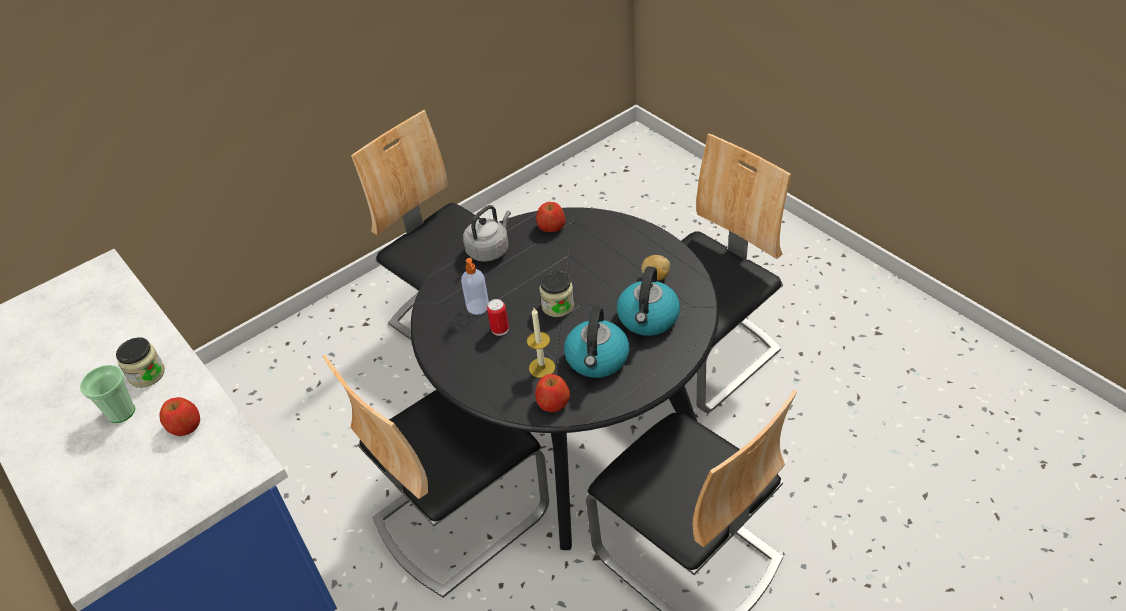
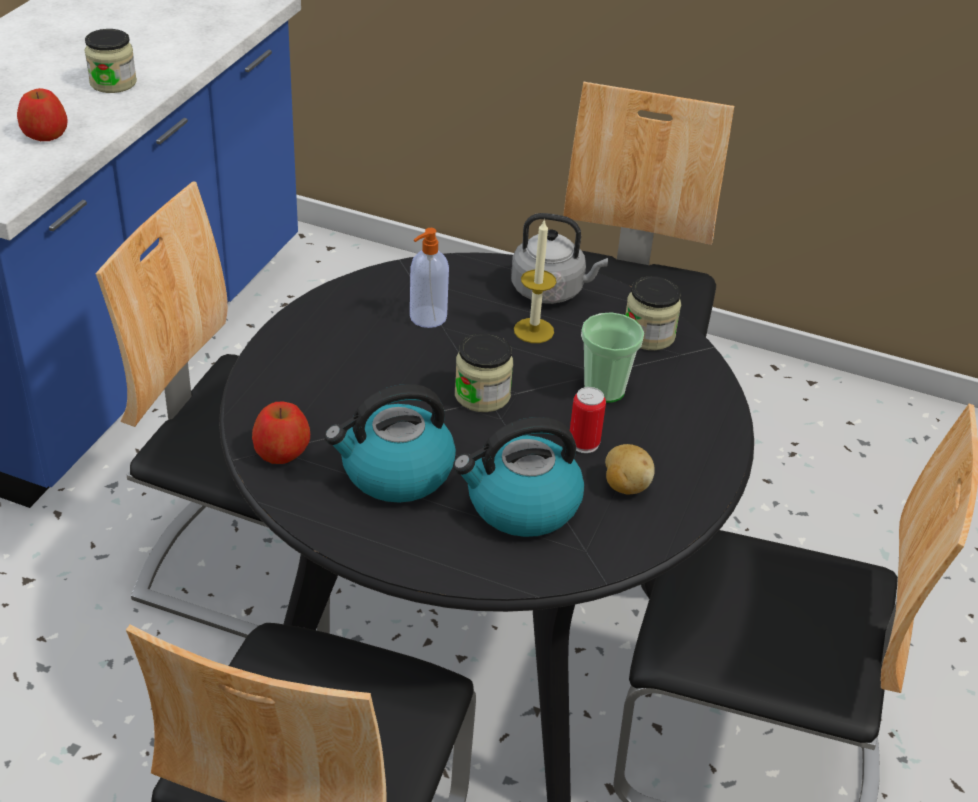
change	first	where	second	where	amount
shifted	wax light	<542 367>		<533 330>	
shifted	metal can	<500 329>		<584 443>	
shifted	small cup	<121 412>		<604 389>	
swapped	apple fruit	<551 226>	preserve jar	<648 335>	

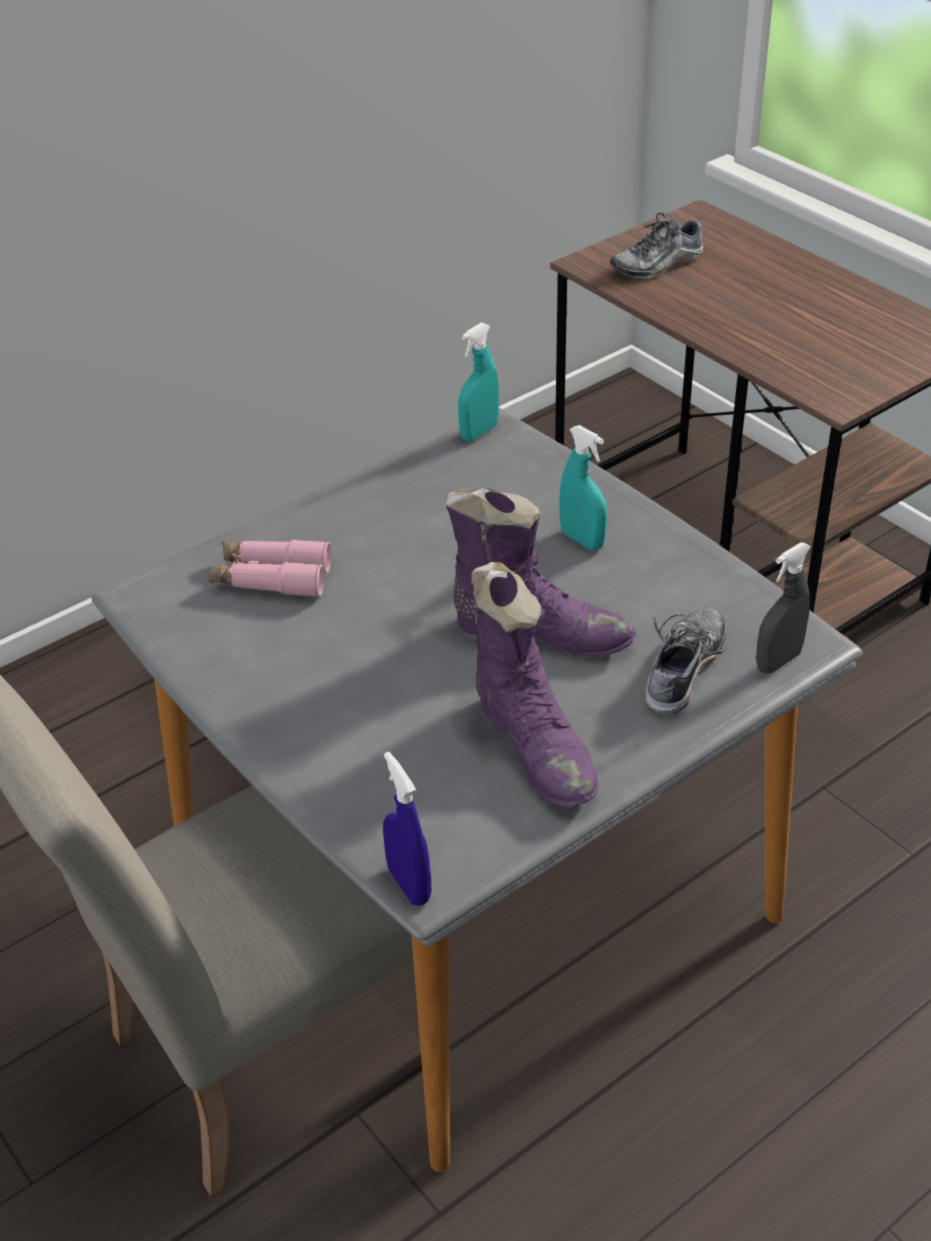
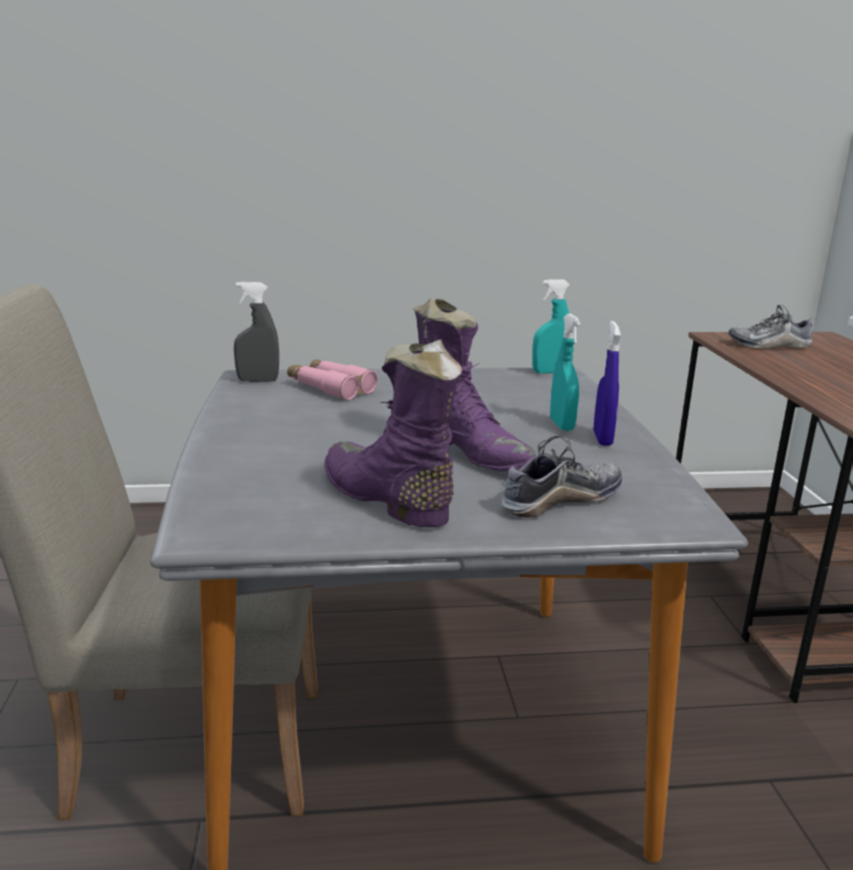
change	first	where	second	where	amount
shifted	gray sprayer	<778 661>		<258 380>	
rotated	purplish high-top boot	<535 746>		<385 499>	135 degrees clockwise
shifted	bluish sprayer	<409 885>		<602 439>	

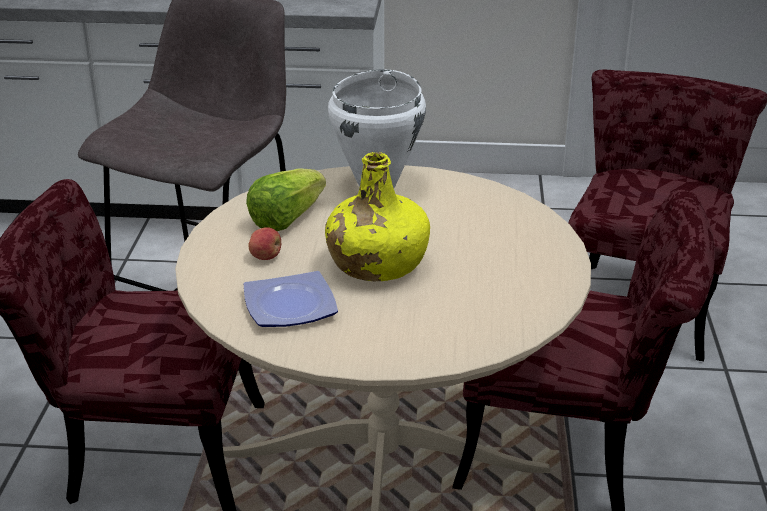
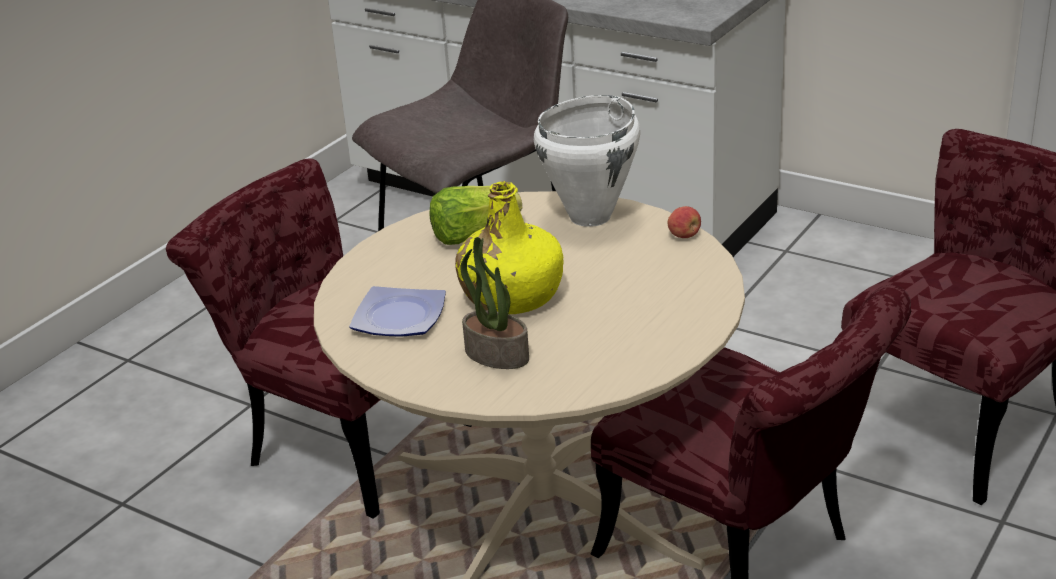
change	first	where	second	where	amount
new			plant in a pot	<495 355>	
shifted	apple fruit	<266 257>		<684 235>	

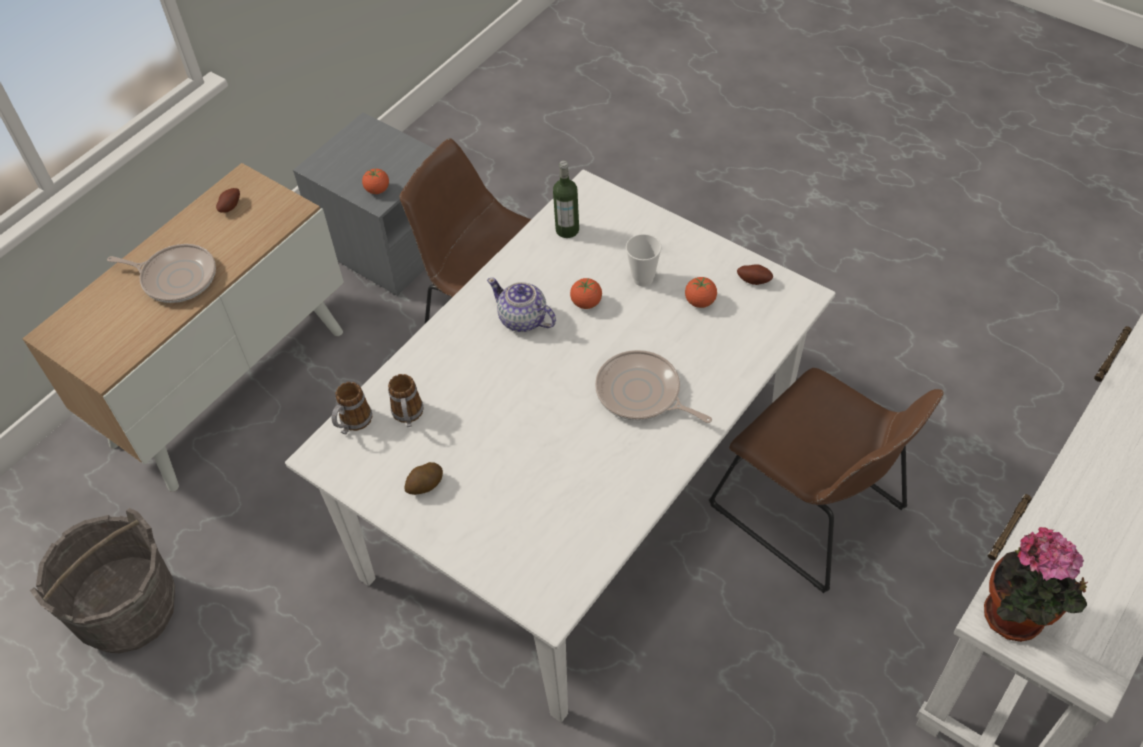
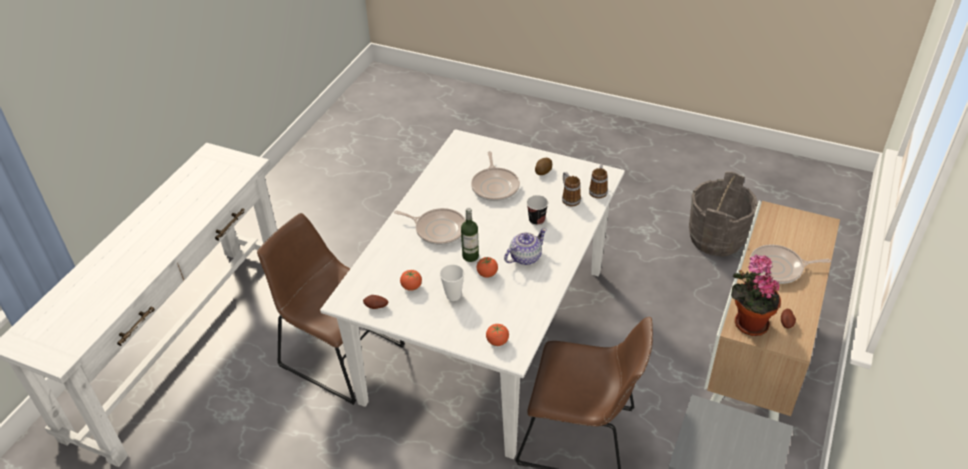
change	first	where	second	where	amount
shifted	beverage bottle	<567 230>		<470 256>	
new			frying pan	<495 186>	
shifted	tomato	<377 190>		<497 341>	
rotated	teapot	<523 319>		<524 257>	60 degrees counterclockwise
new			small cup	<537 220>	
shifted	plant in a pot	<1017 620>		<748 322>	

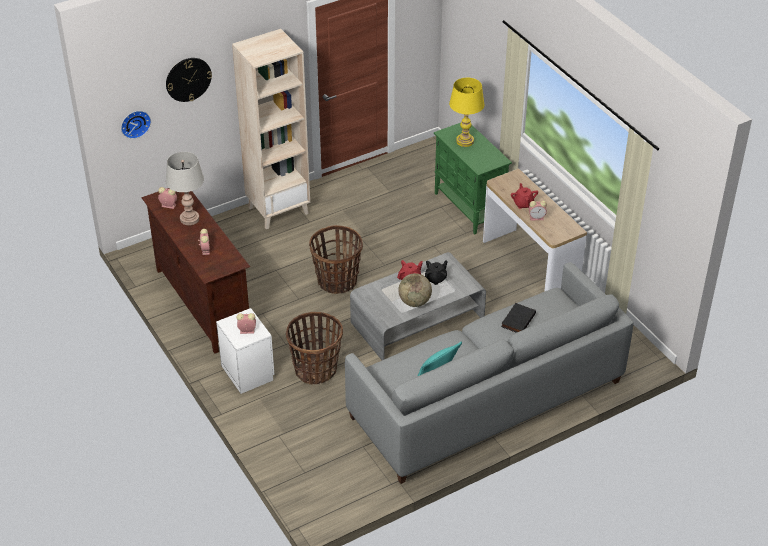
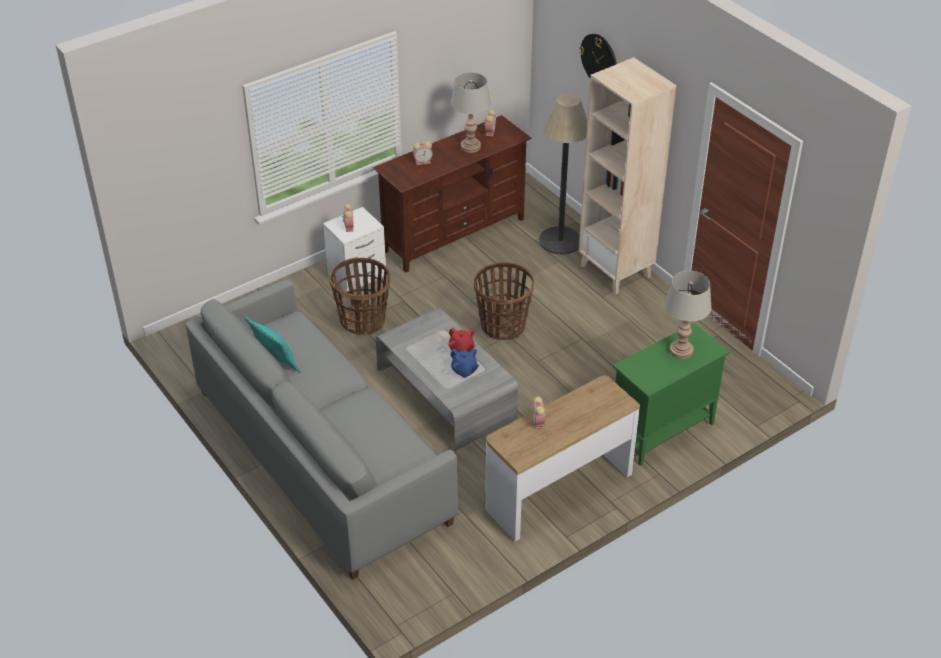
change	first	where	second	where	amount
repainted	black-coloured teapot	<436 279>	bluish teapot	<464 371>	
new			standard lamp	<560 241>	
repainted	yellowish table lamp	<465 141>	gray table lamp	<681 351>	
gone	wall clock	<135 123>			
gone	globe	<415 302>			
gone	black-coloured bound book	<517 320>			
gone	red teapot	<523 204>			

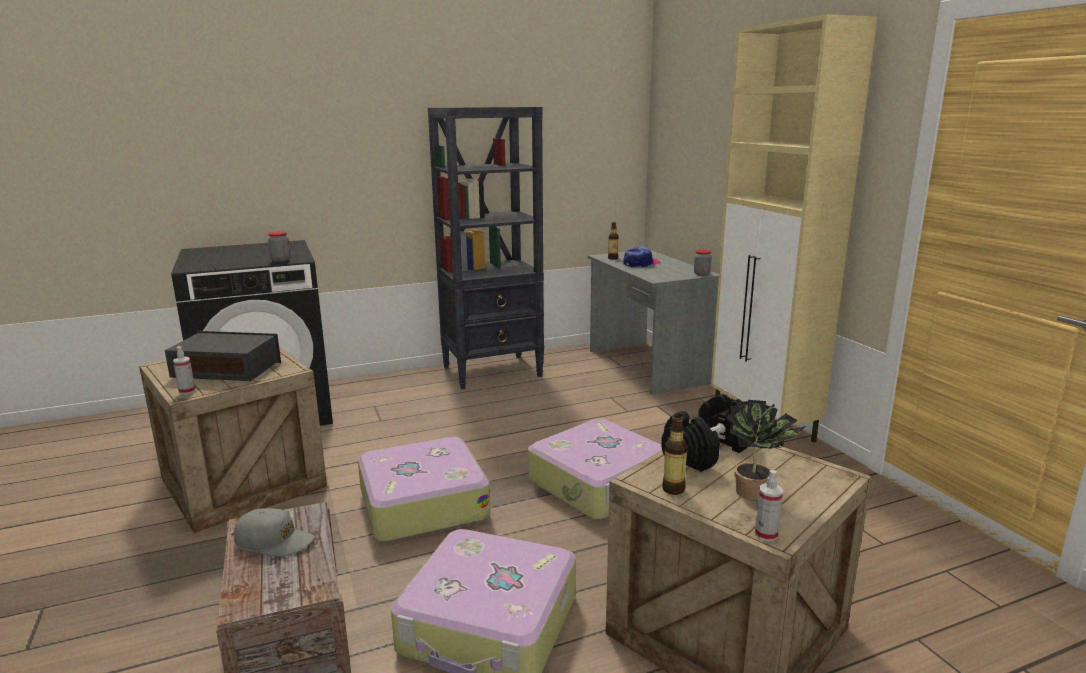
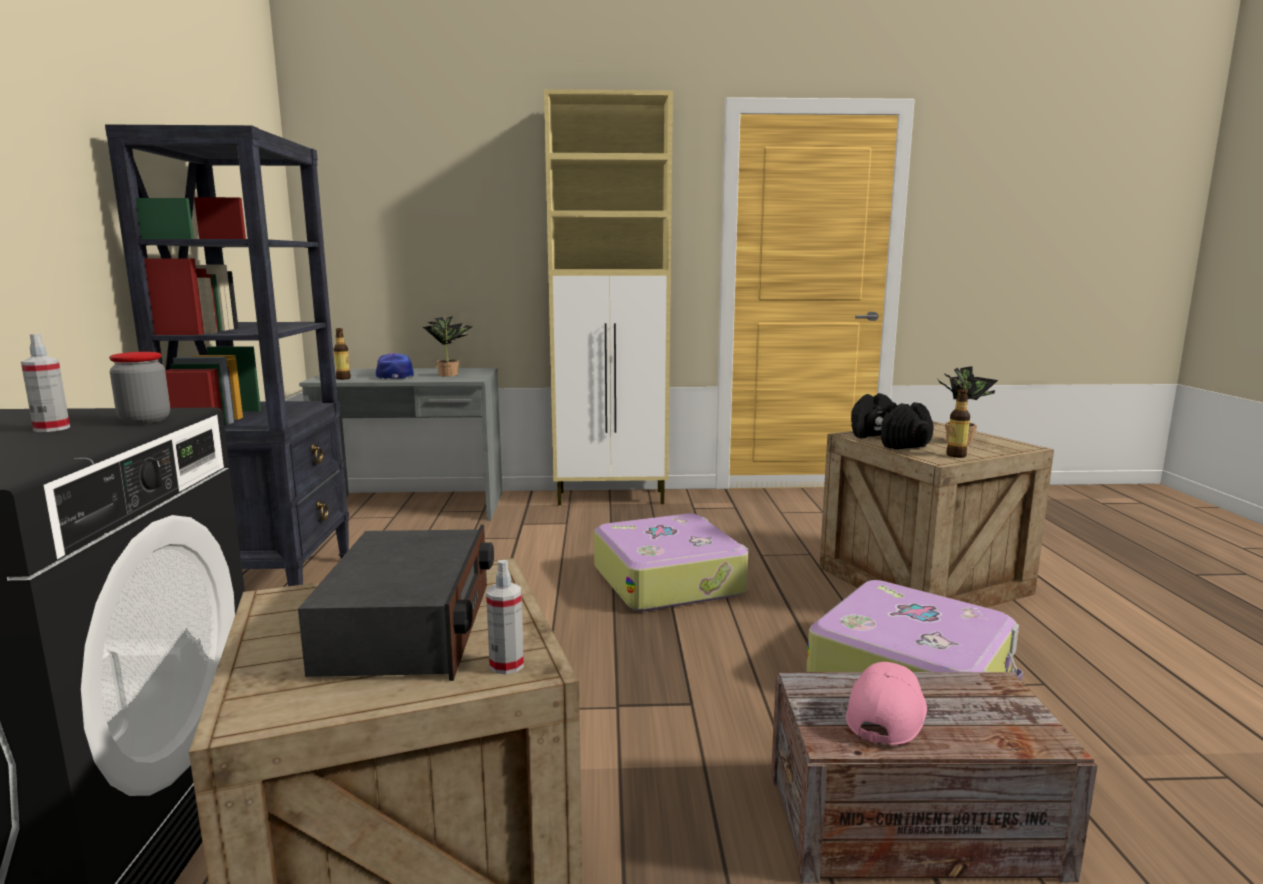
change	first	where	second	where	amount
shifted	sprayer	<766 535>		<52 429>	
rotated	radio receiver	<227 370>		<410 628>	150 degrees clockwise
new			plant in a pot	<451 374>	
repainted	gray peaked cap	<274 541>	pink-coloured peaked cap	<887 714>	
gone	suitcase	<422 503>			
gone	preserve jar	<701 274>			

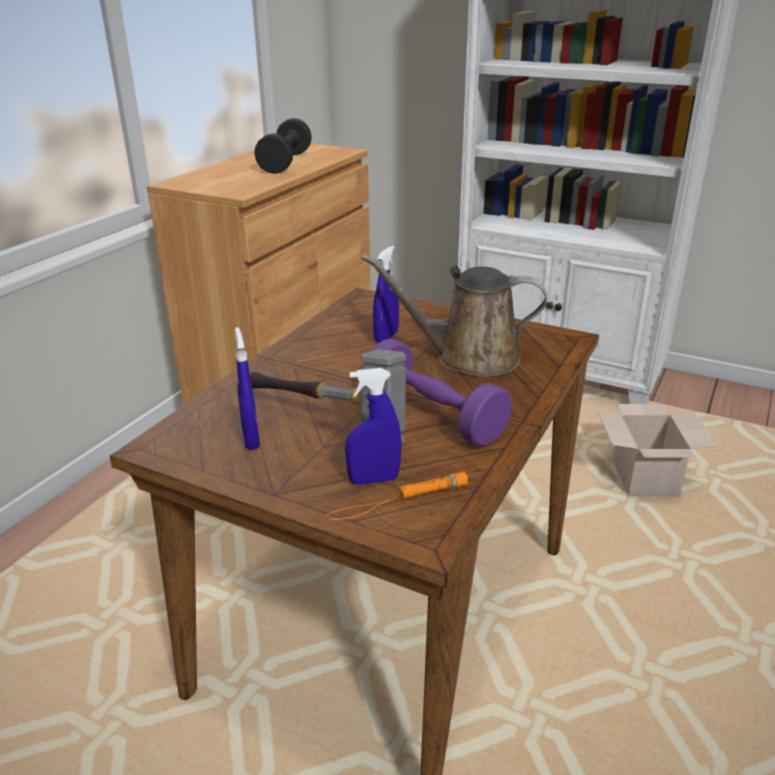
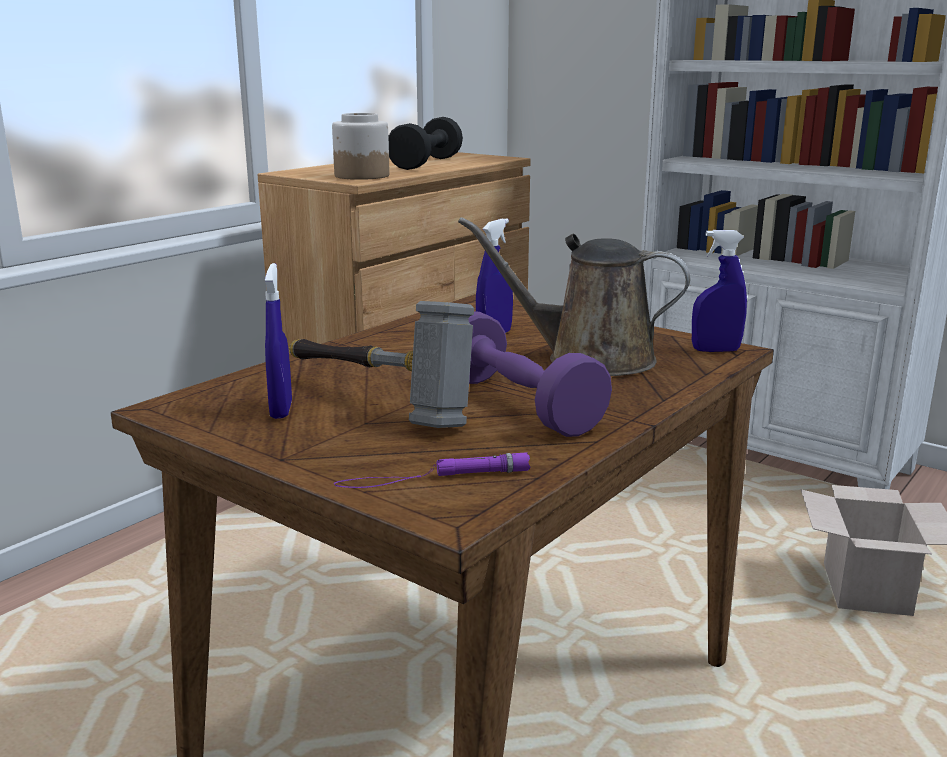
change	first	where	second	where	amount
new			preserve jar	<361 176>	
repainted	orange-coloured flashlight	<398 500>	purplish flashlight	<432 477>	
shifted	bluish sprayer	<374 480>		<715 350>	

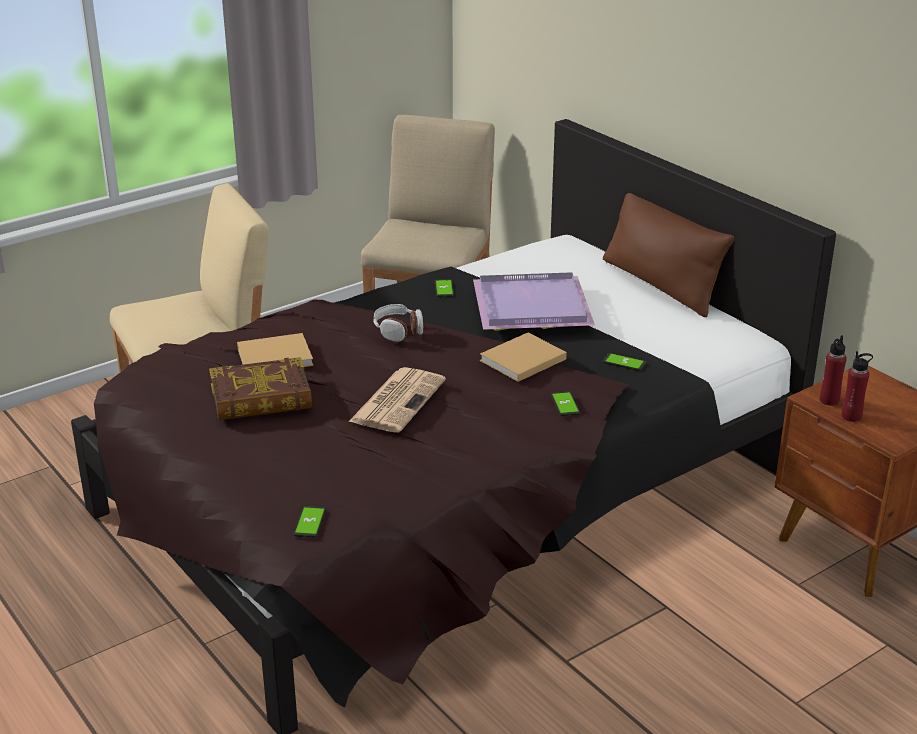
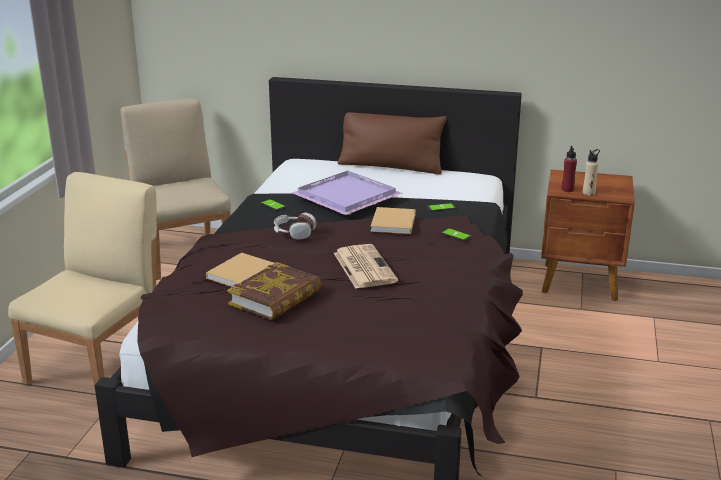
change	first	where	second	where	amount
repainted	red beverage bottle	<851 416>	sand-coloured beverage bottle	<588 193>	
gone	telephone	<310 522>			

